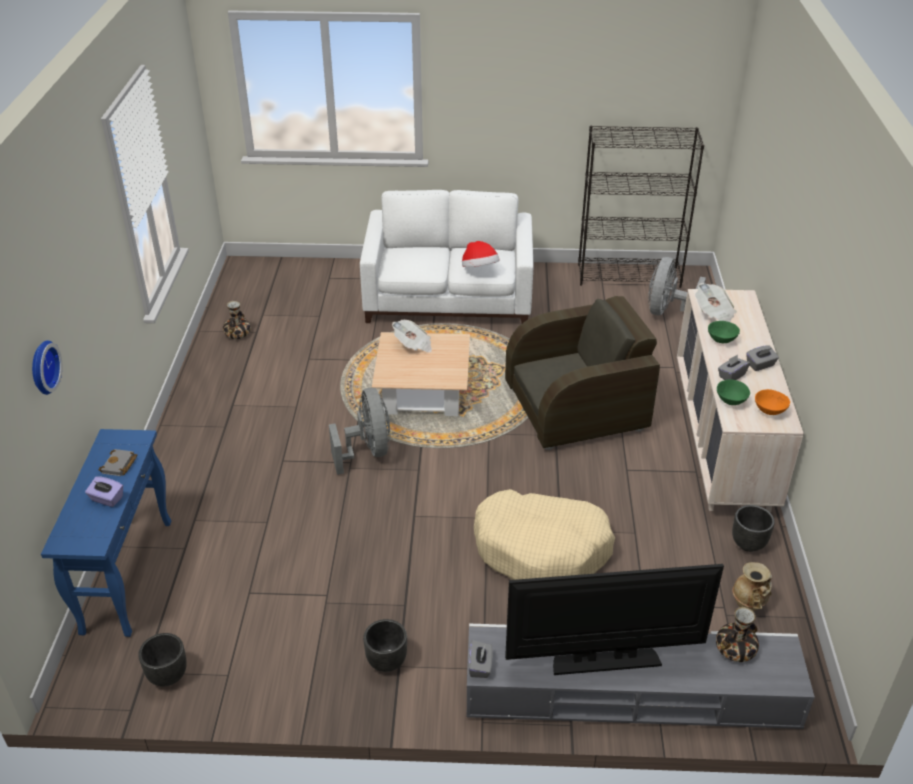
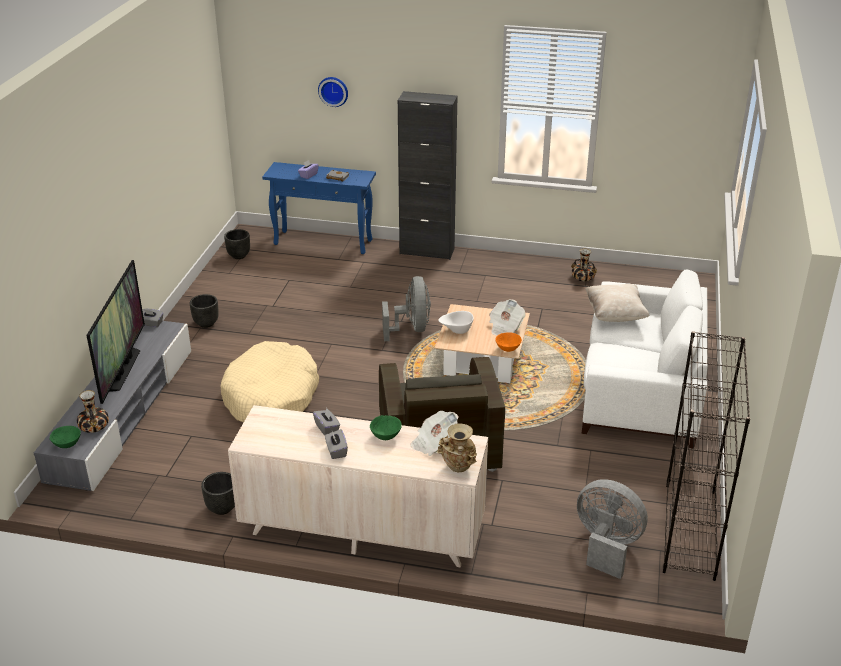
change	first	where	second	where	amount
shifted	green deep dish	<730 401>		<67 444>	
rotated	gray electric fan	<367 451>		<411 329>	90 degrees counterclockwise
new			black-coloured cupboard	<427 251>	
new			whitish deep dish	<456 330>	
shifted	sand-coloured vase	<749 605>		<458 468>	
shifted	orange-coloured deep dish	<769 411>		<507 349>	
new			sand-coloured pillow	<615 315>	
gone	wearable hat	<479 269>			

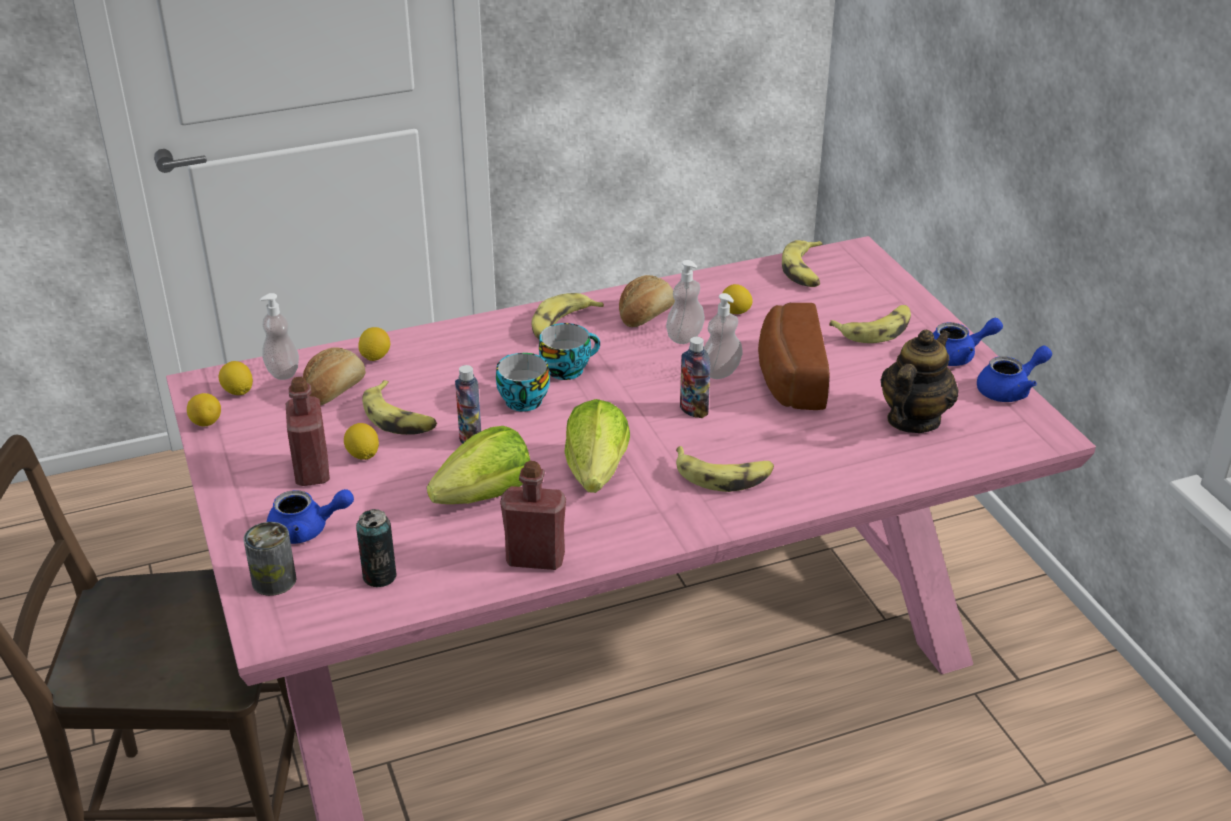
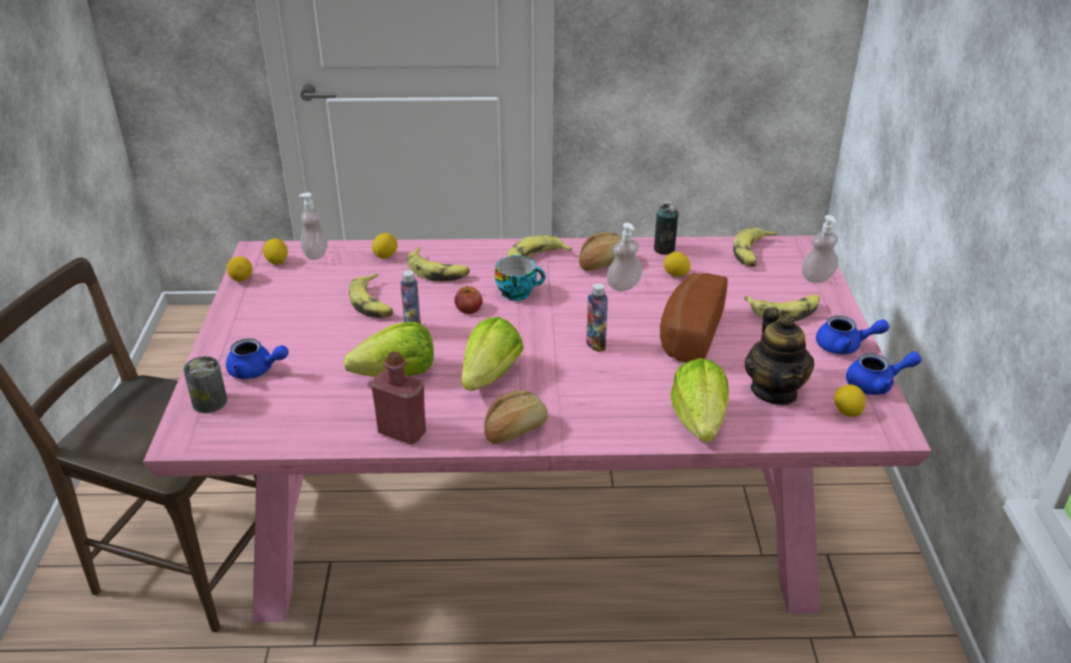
change	first	where	second	where	amount
shifted	whole banana	<724 475>		<437 271>	
swapped	small cup	<521 400>	apple fruit	<468 308>	
shifted	bread	<334 390>		<515 429>	
shifted	metal can	<379 576>		<664 249>	
new			head of lettuce	<699 421>	
rotated	teapot	<913 420>		<774 391>	120 degrees clockwise
shifted	liquid soap bottle	<720 372>		<817 278>	
shifted	citrus fruit	<363 455>		<847 412>	
gone	red beverage bottle	<312 471>			

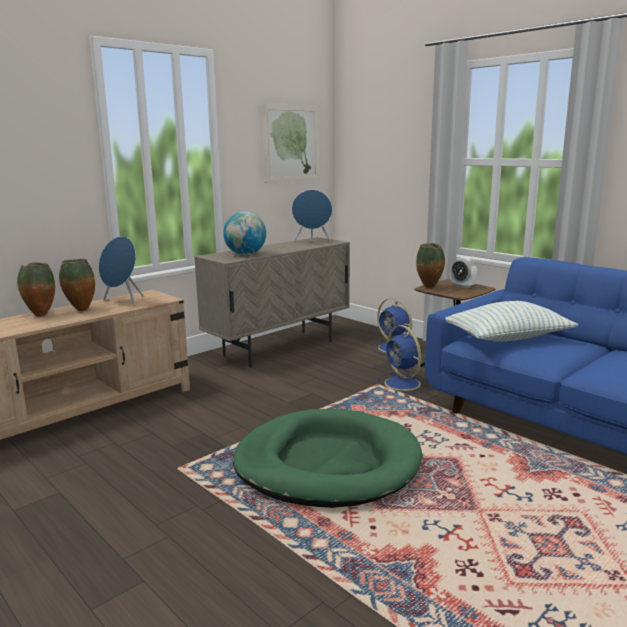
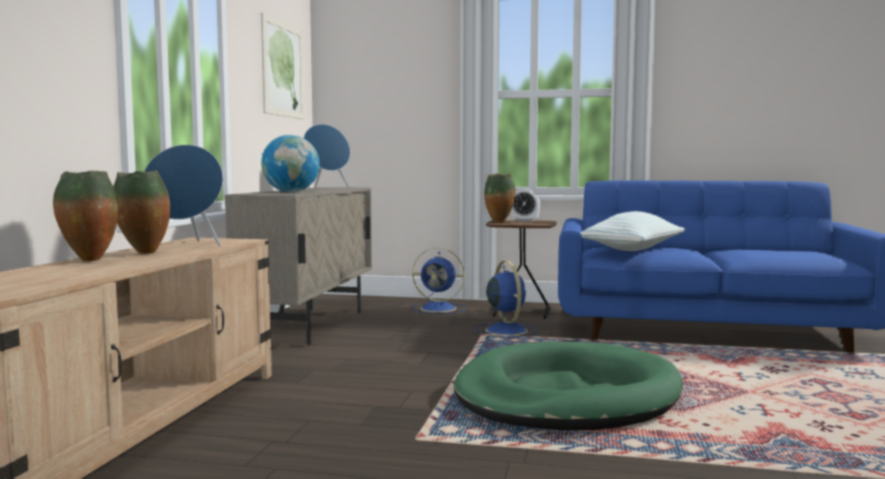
change	first	where	second	where	amount
rotated	bluish electric fan	<403 384>		<505 330>	135 degrees counterclockwise

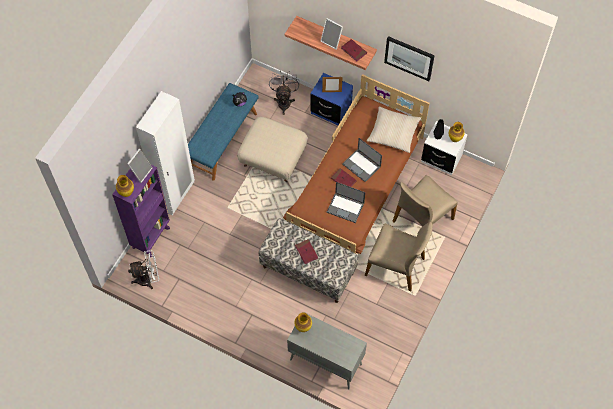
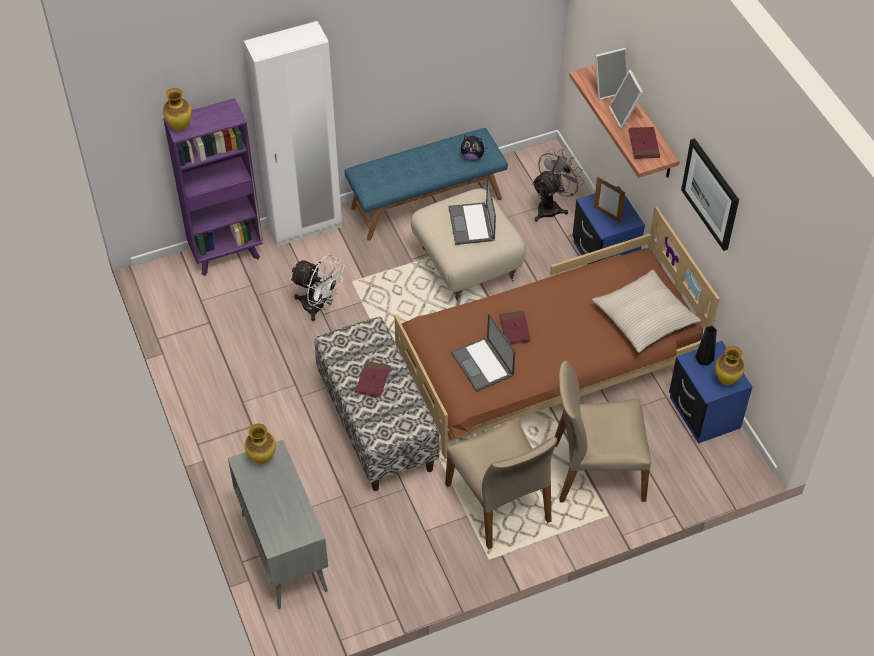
change	first	where	second	where	amount
shifted	whitish electric fan	<148 279>		<319 307>	
shifted	laptop	<362 165>		<472 224>	
shifted	standing frame	<141 172>		<609 89>	
repainted	whitish bedside table	<441 158>	bluish bedside table	<704 413>	

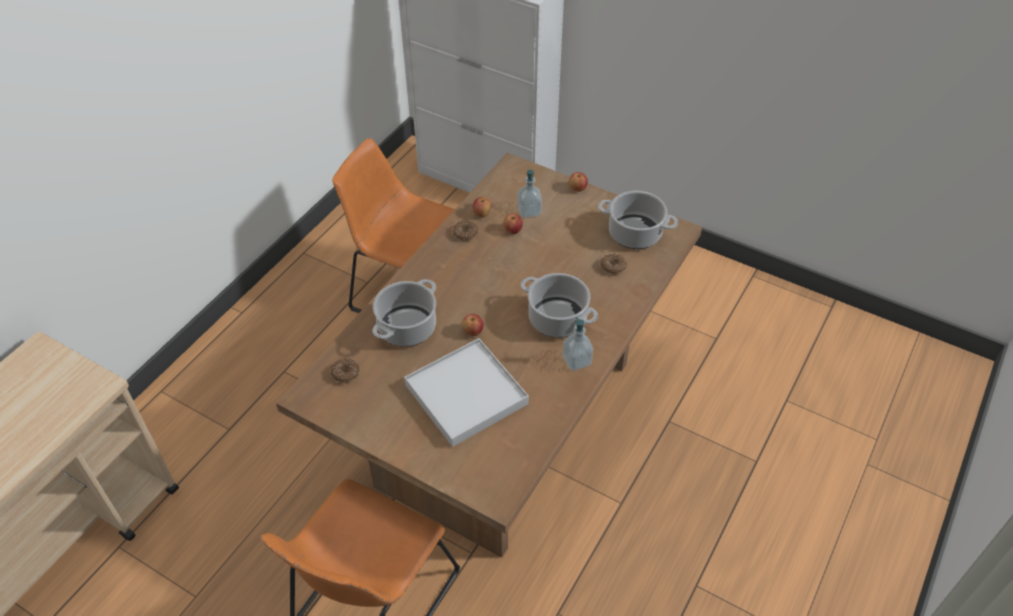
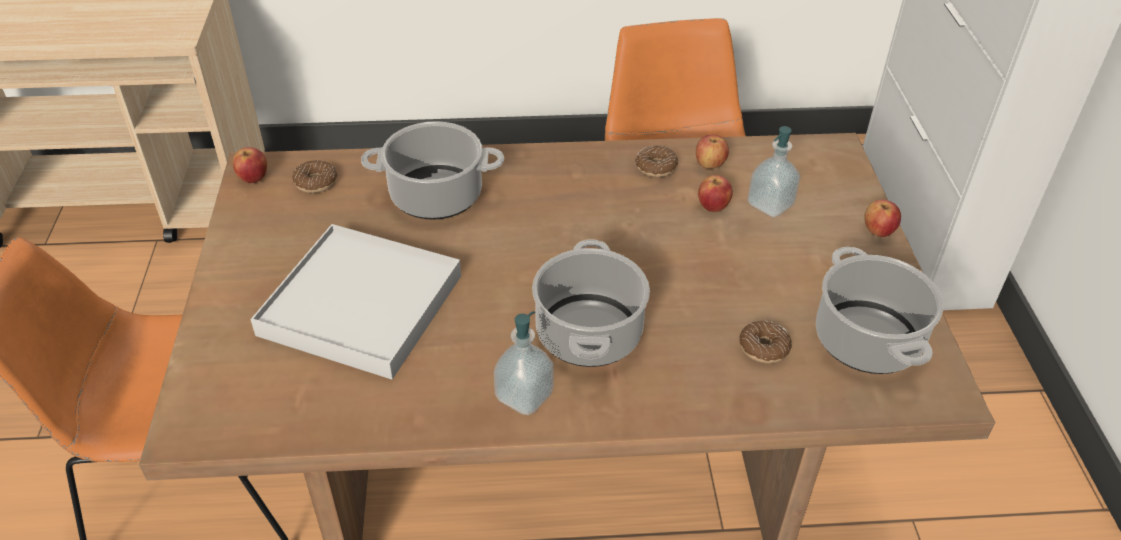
change	first	where	second	where	amount
shifted	apple fruit	<473 332>		<253 178>	

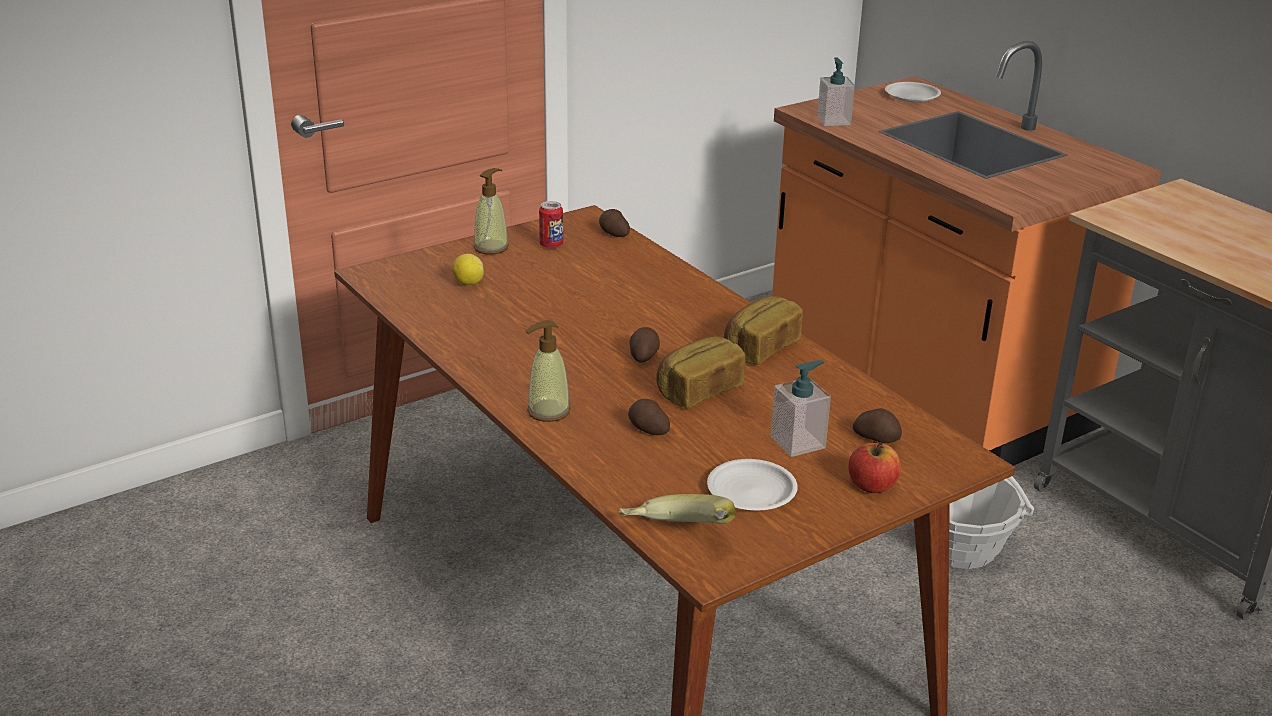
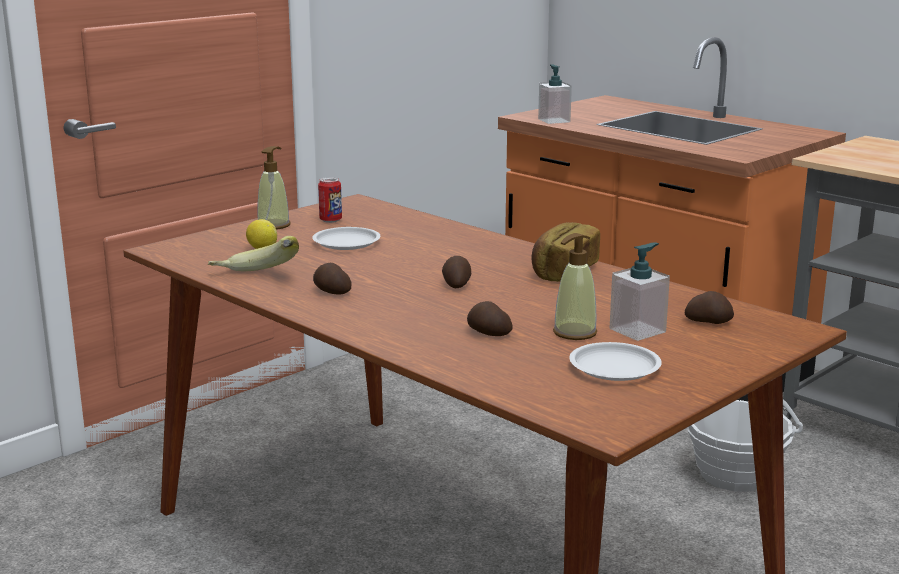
change	first	where	second	where	amount
shifted	whole banana	<675 538>		<255 278>	
shifted	whitish flat dish	<911 96>		<346 243>	
shifted	potato	<613 233>		<331 292>	
shifted	liquid soap bottle	<548 411>		<574 333>	
gone	bread	<698 390>			
gone	apple fruit	<872 486>			

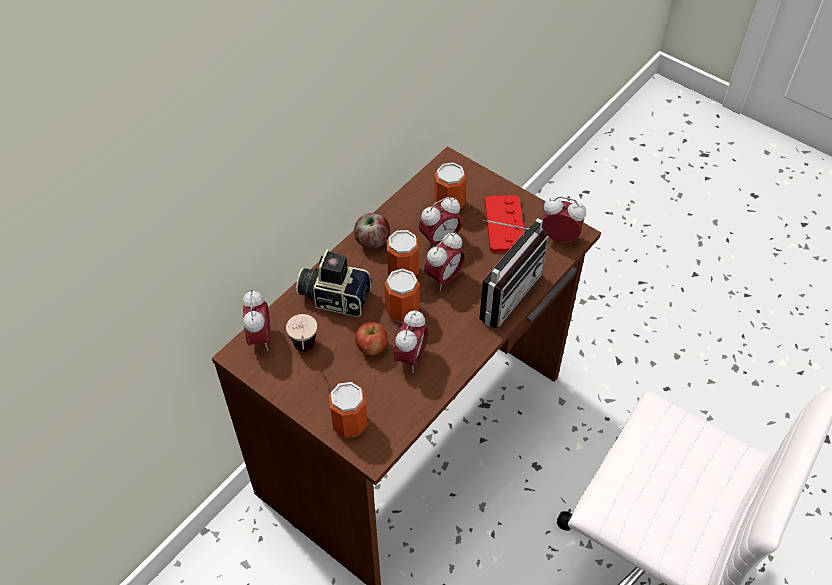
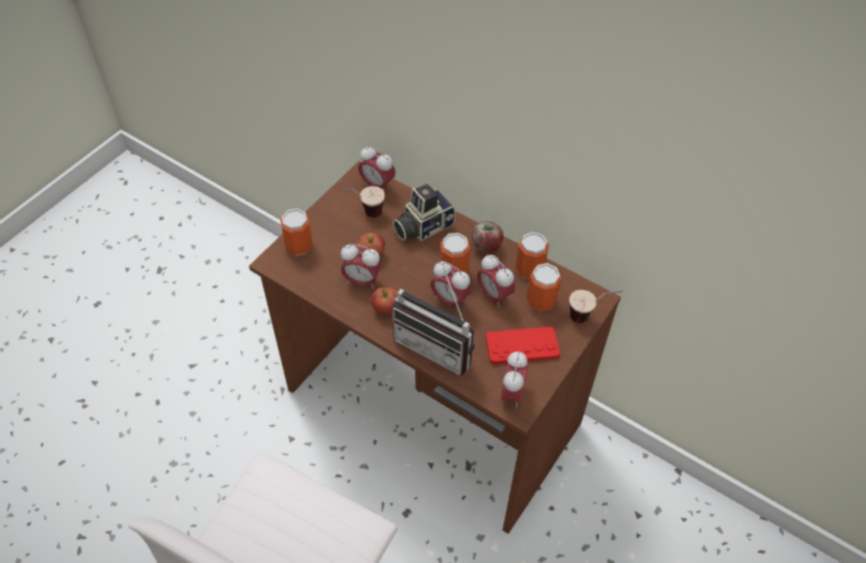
change	first	where	second	where	amount
rotated	alarm clock	<260 338>		<377 185>	45 degrees clockwise
new			apple fruit	<386 309>	
rotated	still camera	<335 296>		<422 226>	135 degrees counterclockwise
shifted	metal can	<402 311>		<529 269>	
new			small cup	<590 316>	

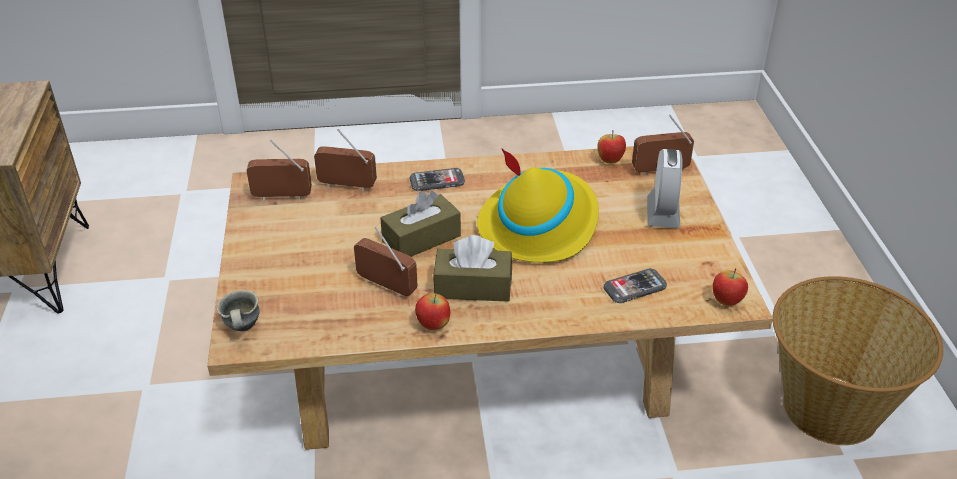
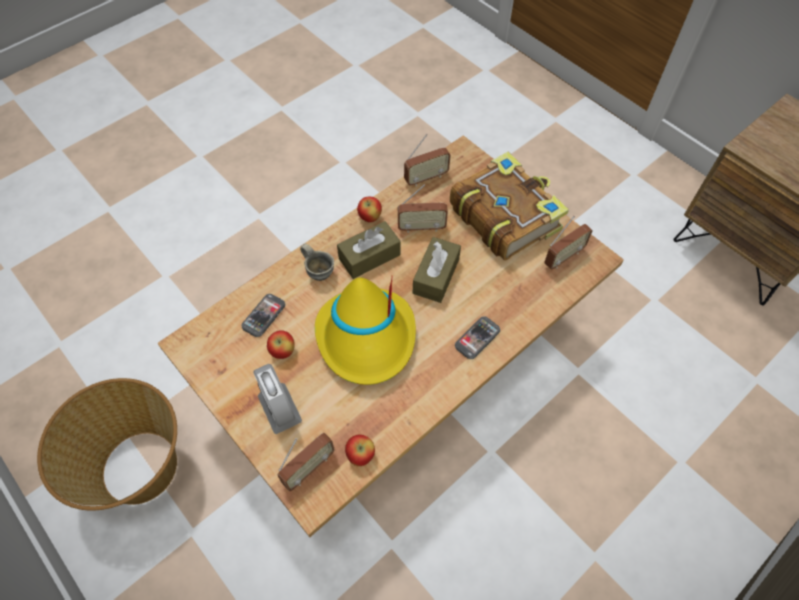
change	first	where	second	where	amount
shifted	apple fruit	<726 301>		<283 351>	
shifted	gray coffee mug	<240 329>		<320 271>	
shifted	radio receiver	<347 186>		<426 178>	
new			bound book	<504 215>	

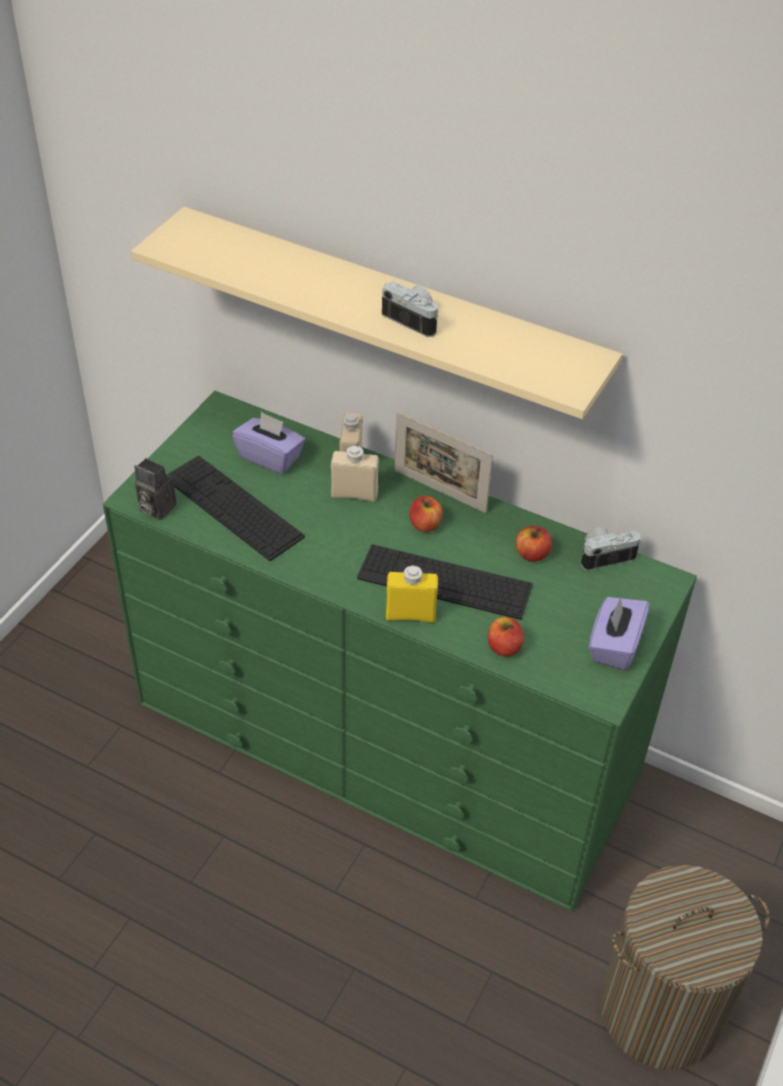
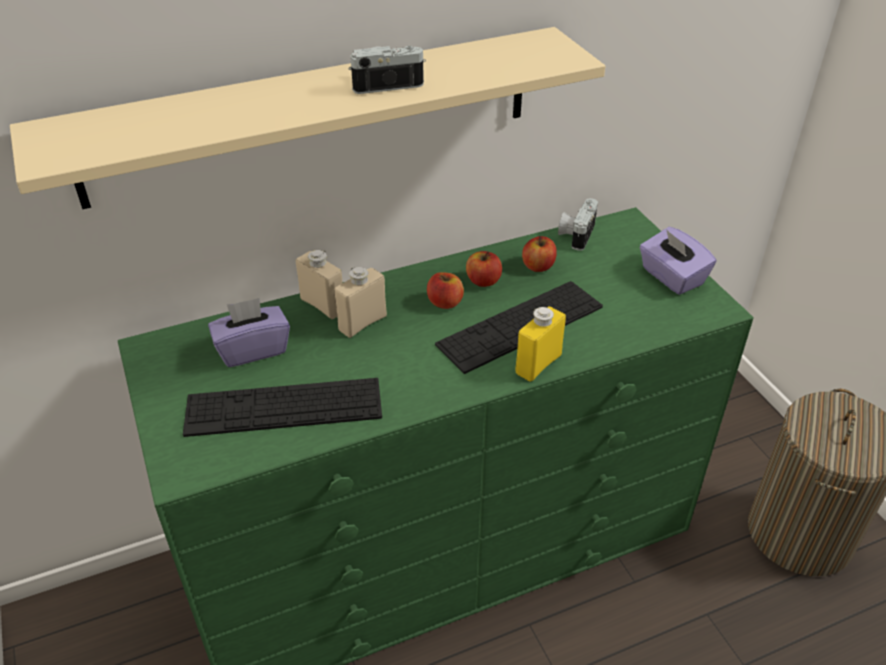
change	first	where	second	where	amount
shifted	apple fruit	<504 647>		<483 281>	
gone	still camera	<155 508>			
gone	standing frame	<439 491>			

